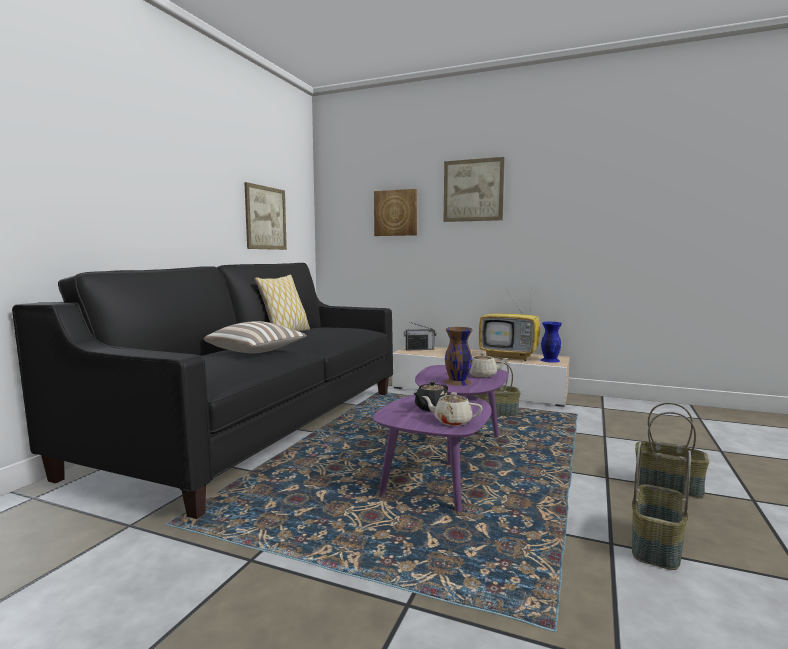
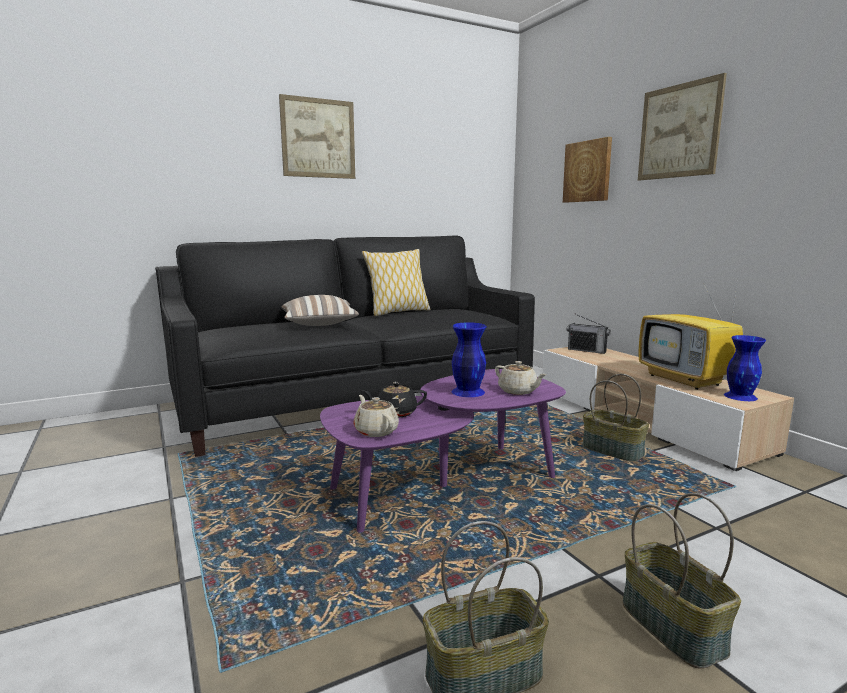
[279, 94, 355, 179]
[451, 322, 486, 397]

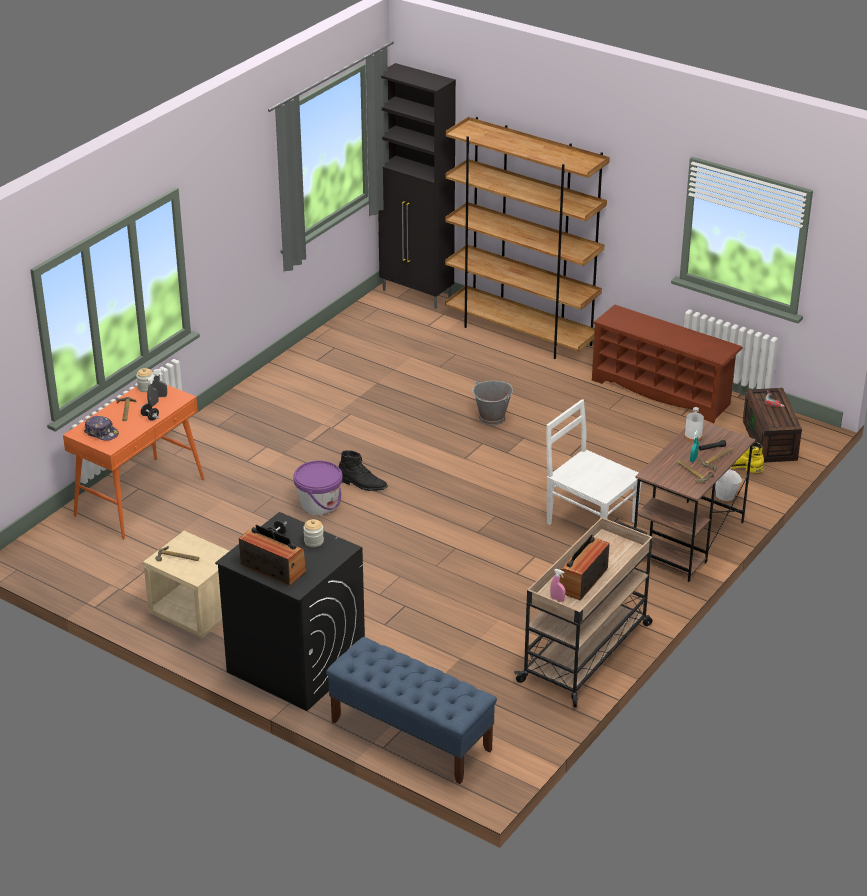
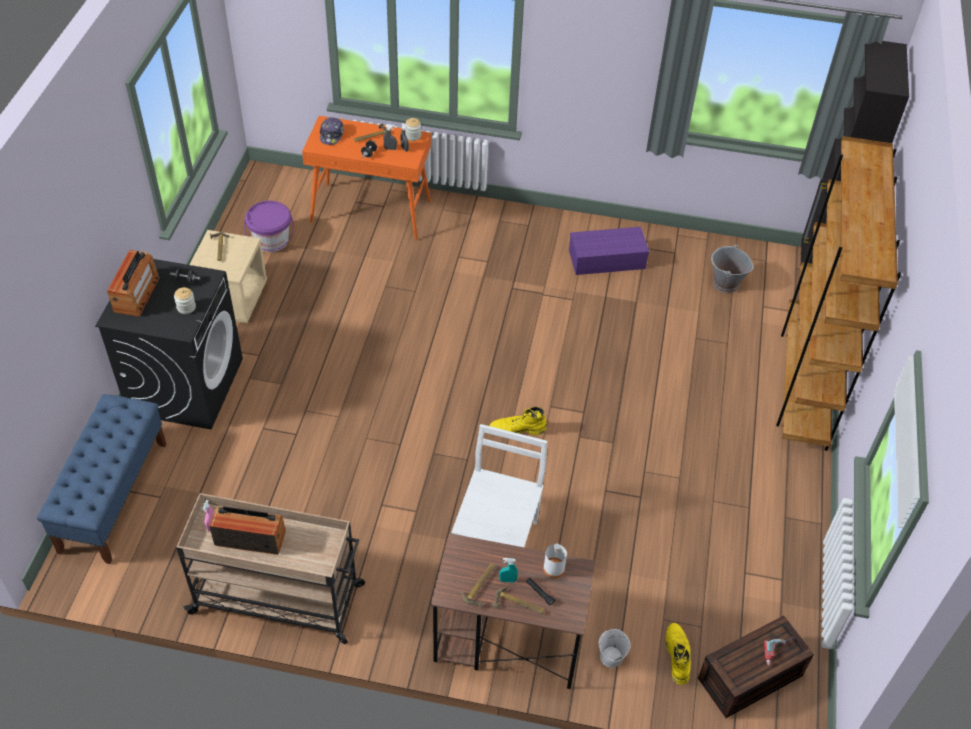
[244, 201, 294, 252]
[338, 450, 388, 491] (first image)
[711, 244, 753, 293]
[592, 305, 743, 423] (first image)
[489, 407, 546, 435]
[569, 227, 649, 275]

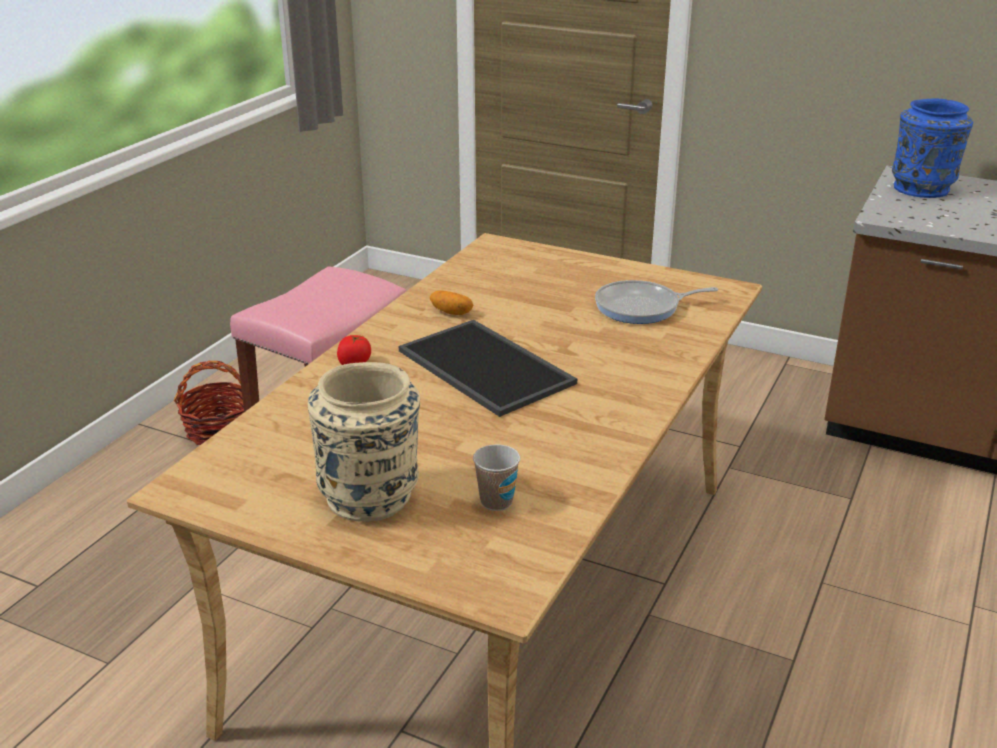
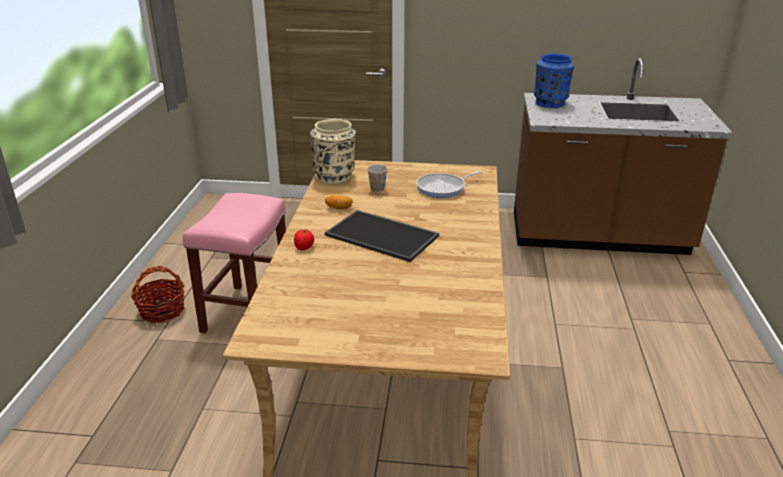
[310, 119, 356, 184]
[367, 165, 387, 192]

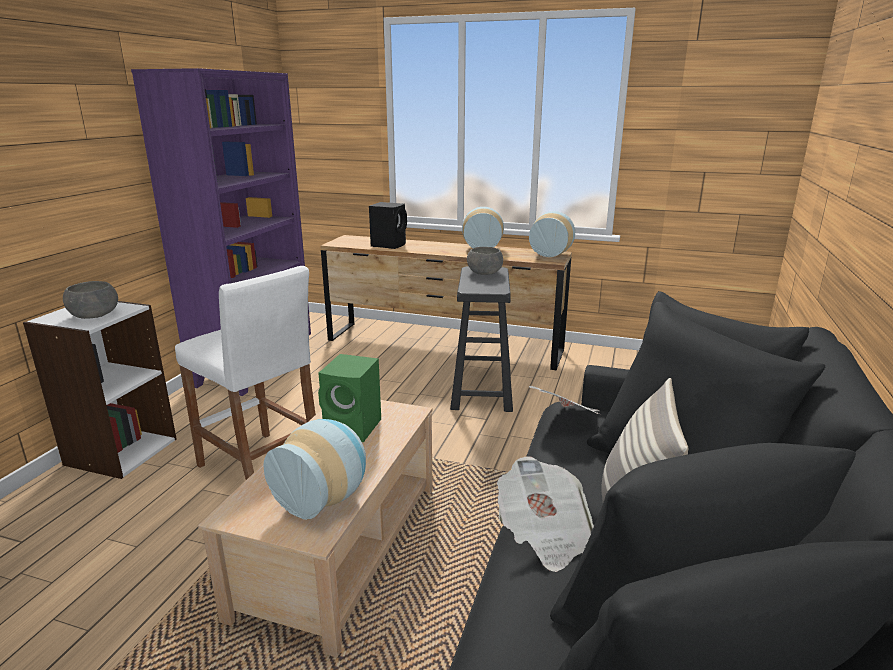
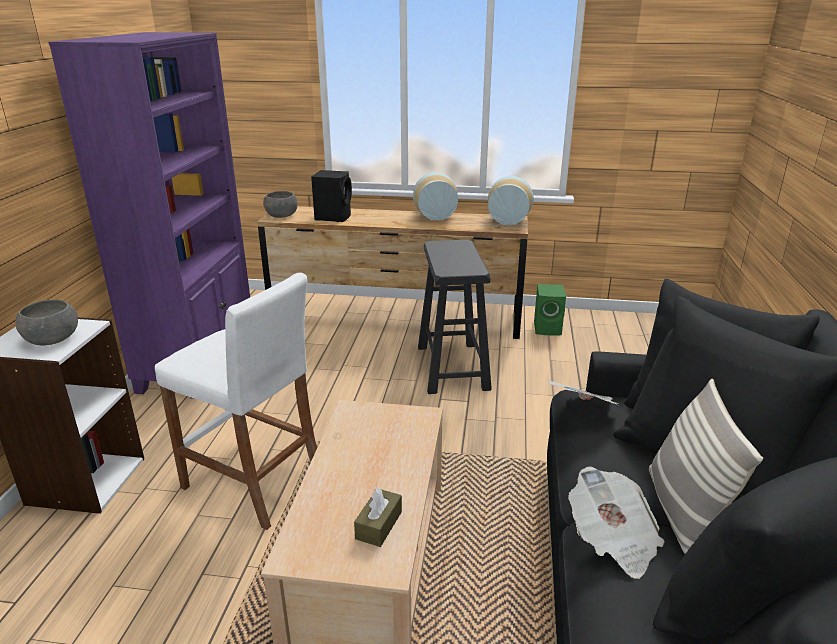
[354, 487, 402, 547]
[534, 284, 566, 336]
[263, 191, 298, 218]

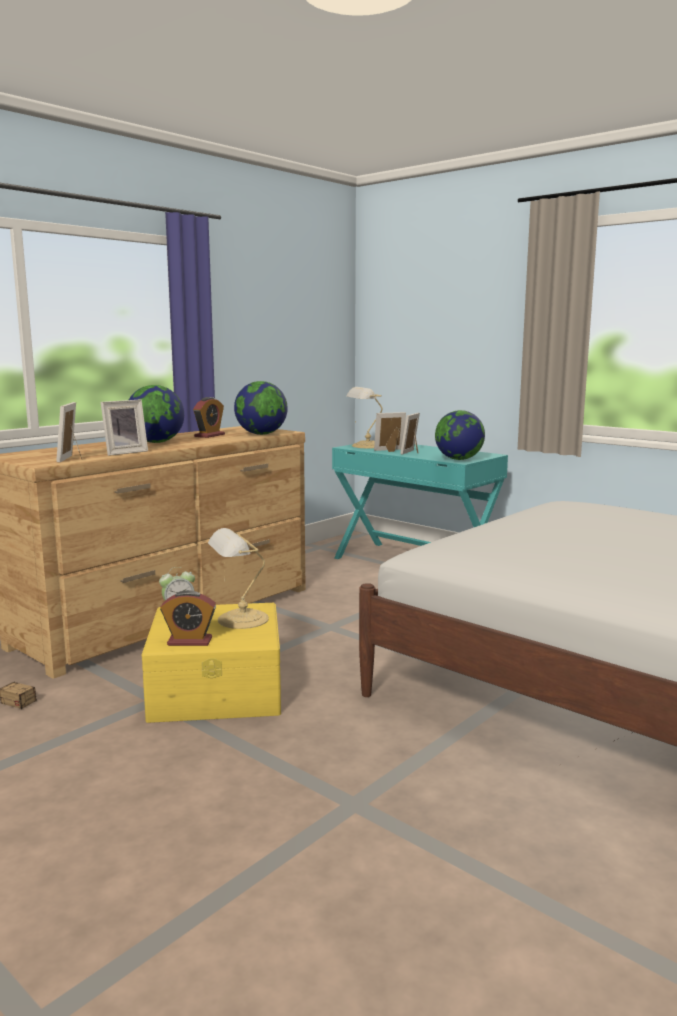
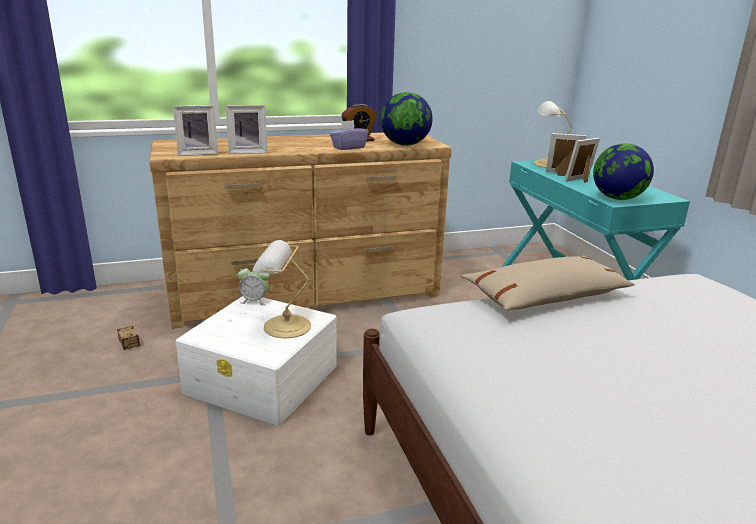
[173, 105, 218, 156]
[129, 385, 184, 443] (first image)
[176, 296, 337, 426]
[160, 590, 216, 646] (first image)
[330, 120, 368, 150]
[461, 255, 635, 310]

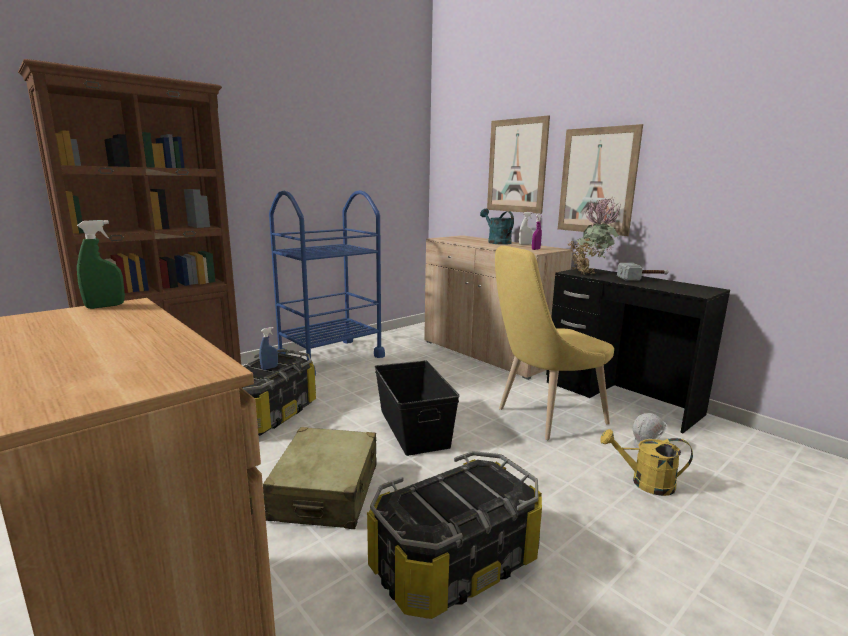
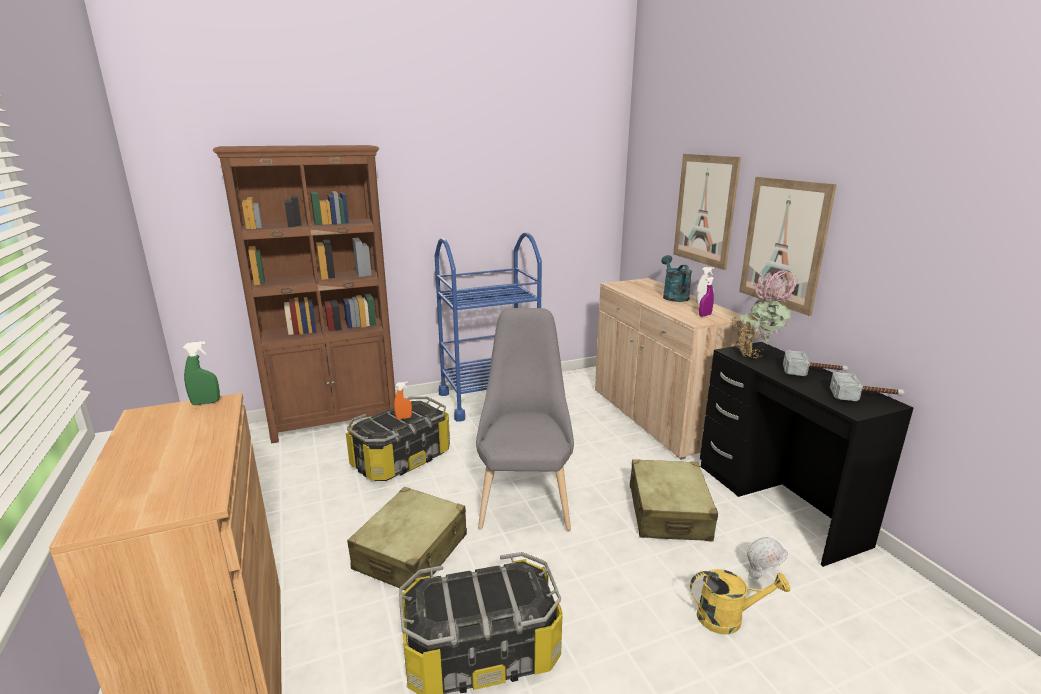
[394, 381, 412, 420]
[476, 308, 574, 531]
[630, 459, 718, 542]
[690, 569, 790, 635]
[830, 372, 905, 401]

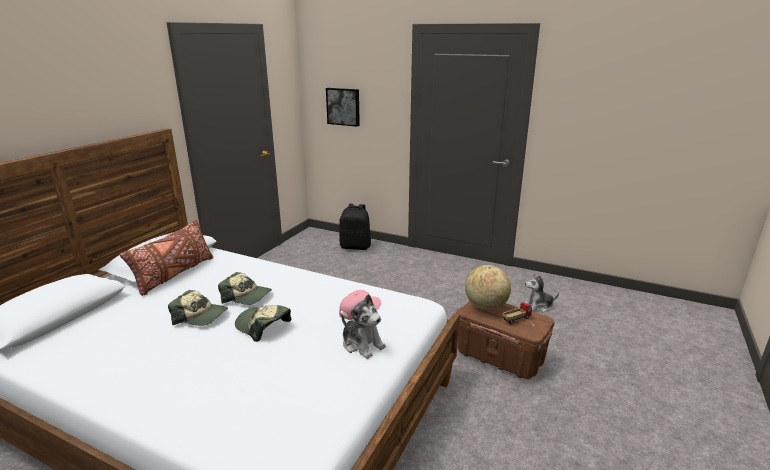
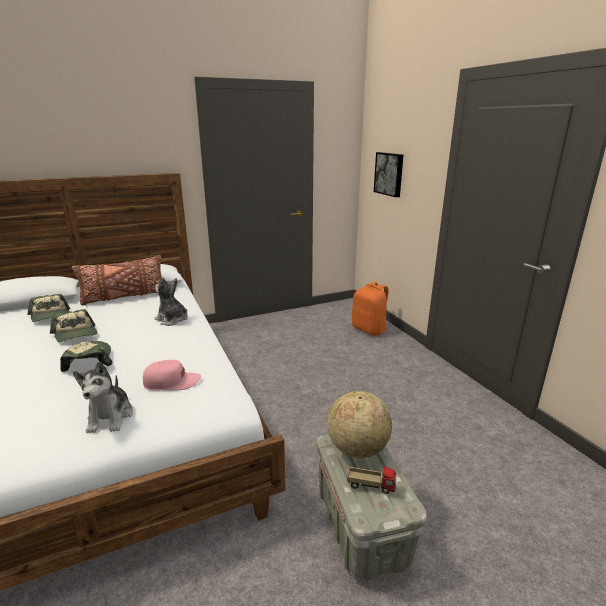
[27, 294, 70, 322]
[352, 282, 389, 336]
[316, 434, 427, 581]
[154, 277, 188, 326]

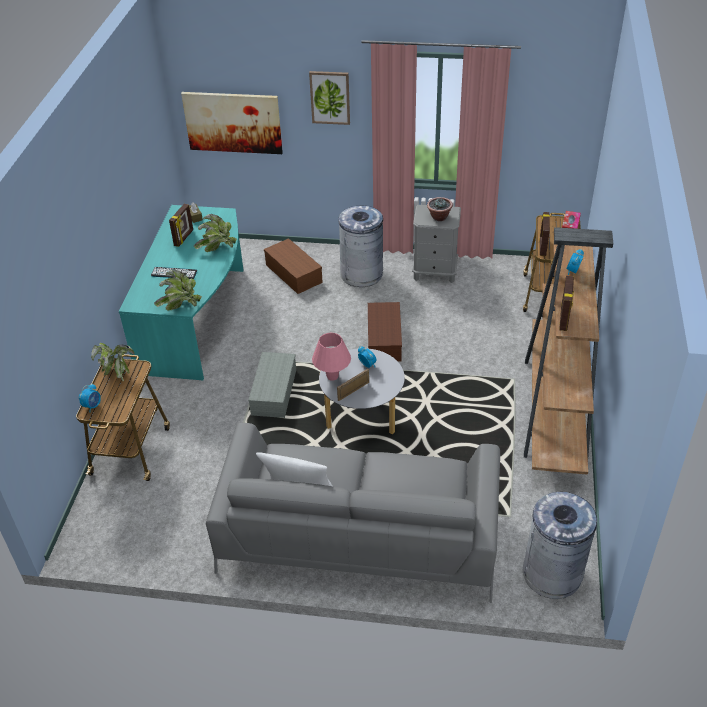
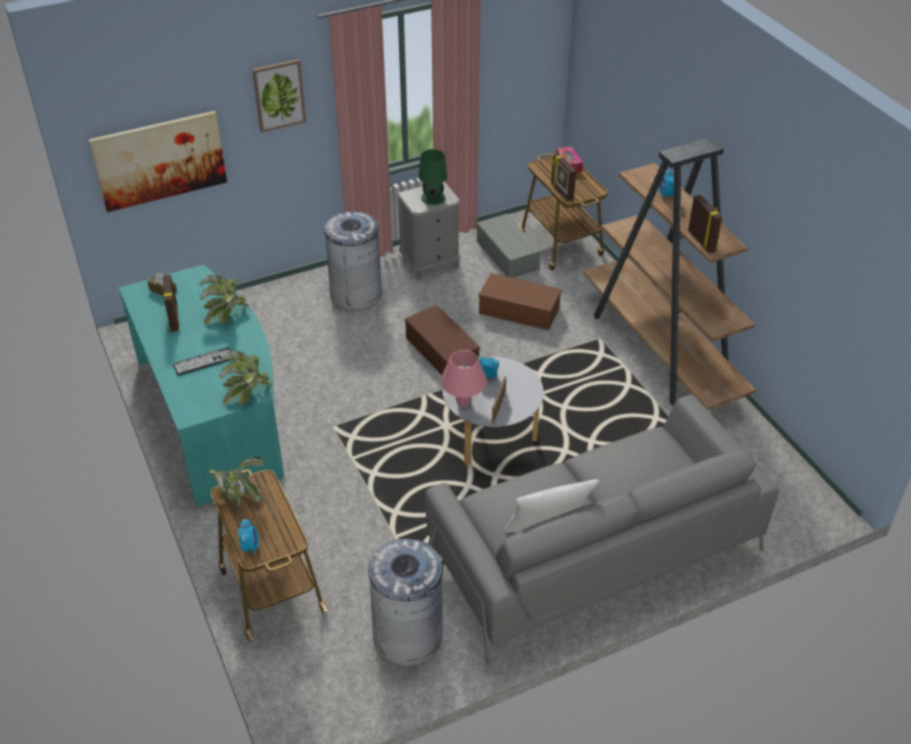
[477, 214, 541, 278]
[479, 273, 562, 330]
[419, 149, 447, 205]
[368, 539, 443, 666]

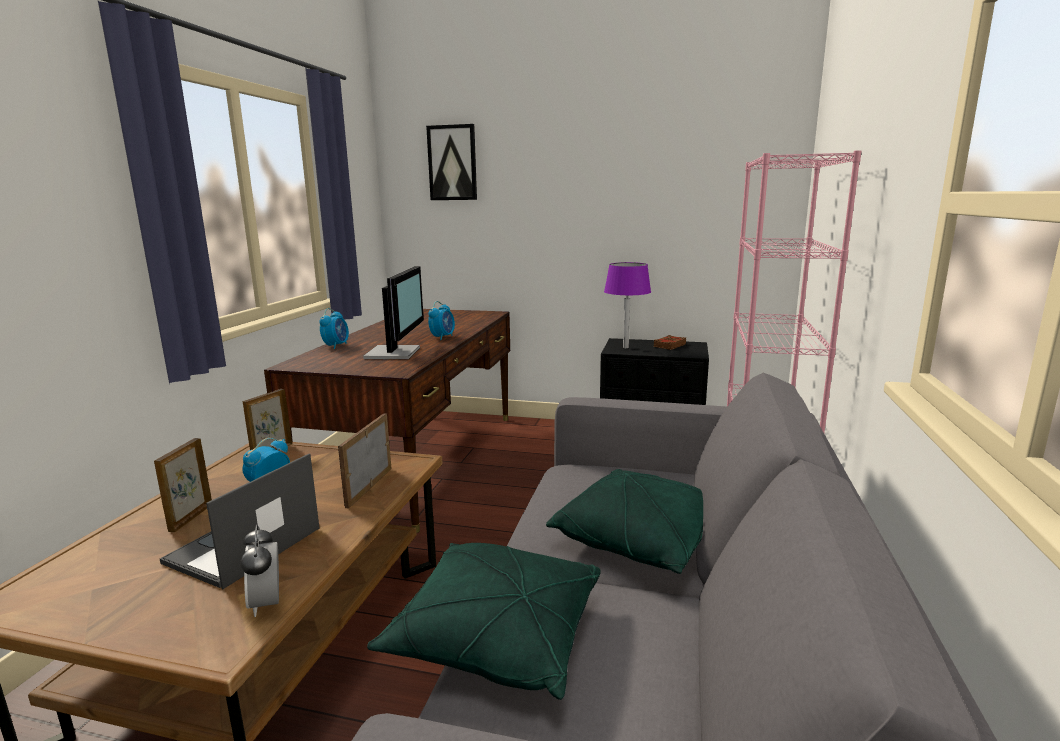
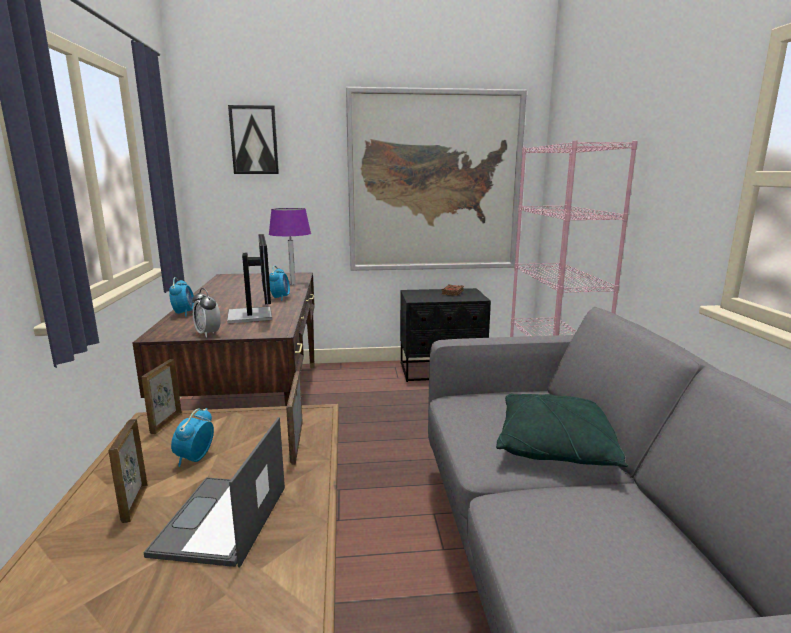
[192, 288, 221, 338]
[367, 543, 601, 700] (first image)
[269, 208, 311, 285]
[346, 87, 527, 271]

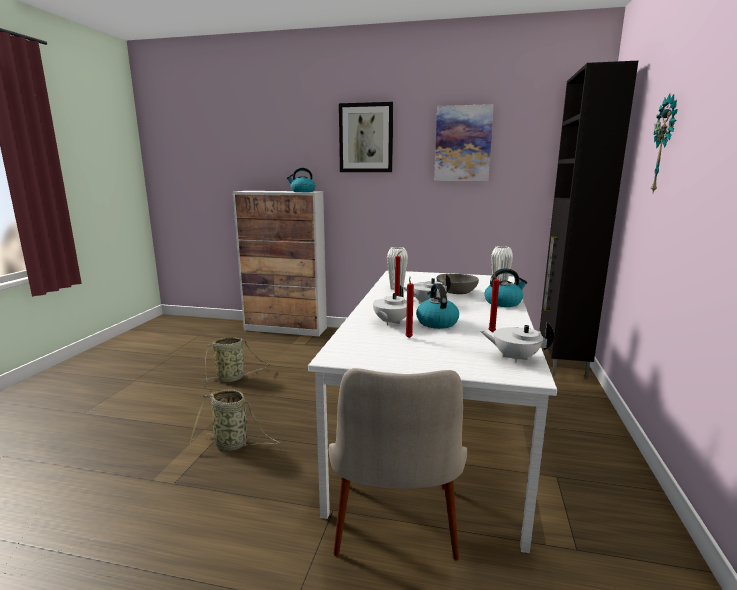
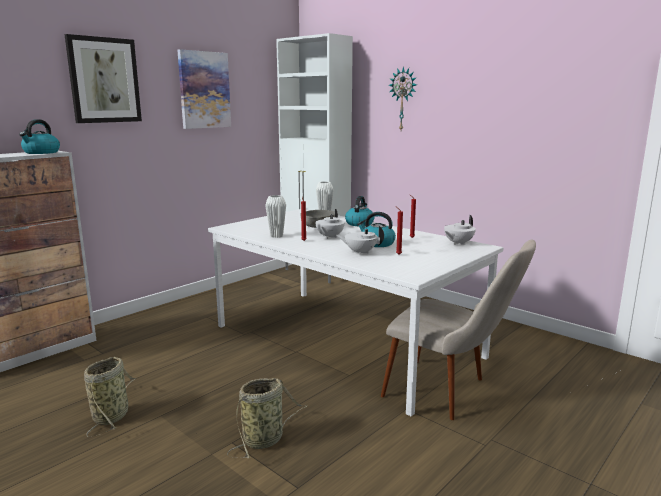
[337, 226, 384, 255]
[276, 33, 353, 283]

